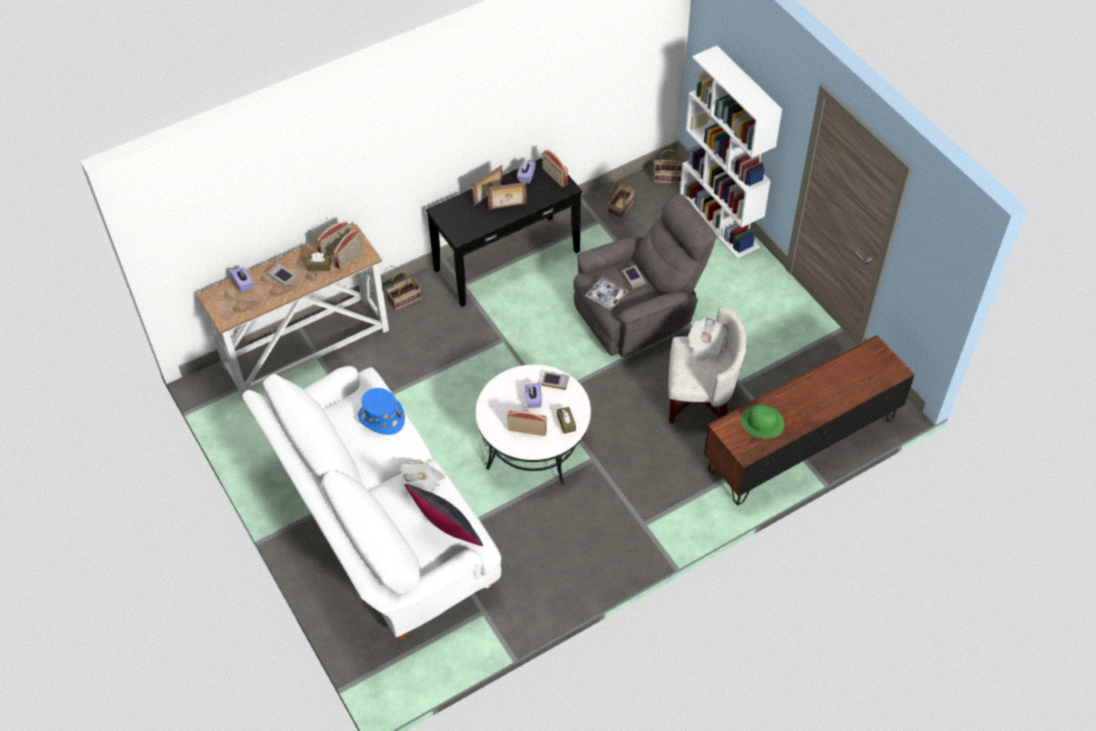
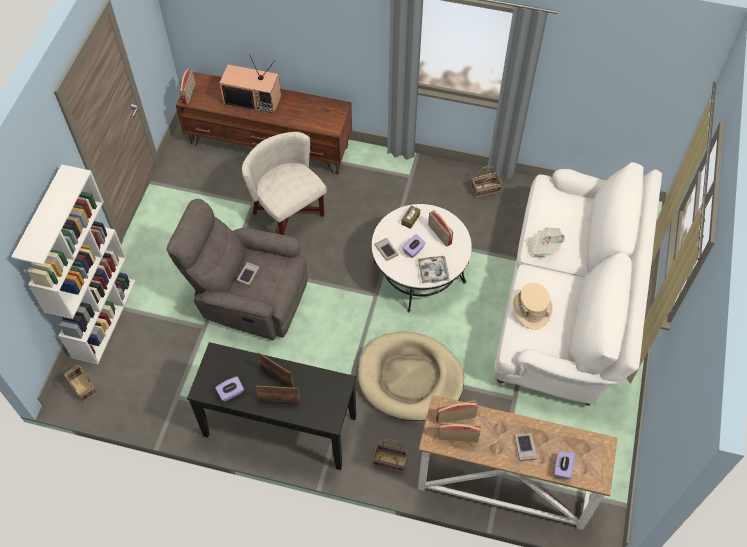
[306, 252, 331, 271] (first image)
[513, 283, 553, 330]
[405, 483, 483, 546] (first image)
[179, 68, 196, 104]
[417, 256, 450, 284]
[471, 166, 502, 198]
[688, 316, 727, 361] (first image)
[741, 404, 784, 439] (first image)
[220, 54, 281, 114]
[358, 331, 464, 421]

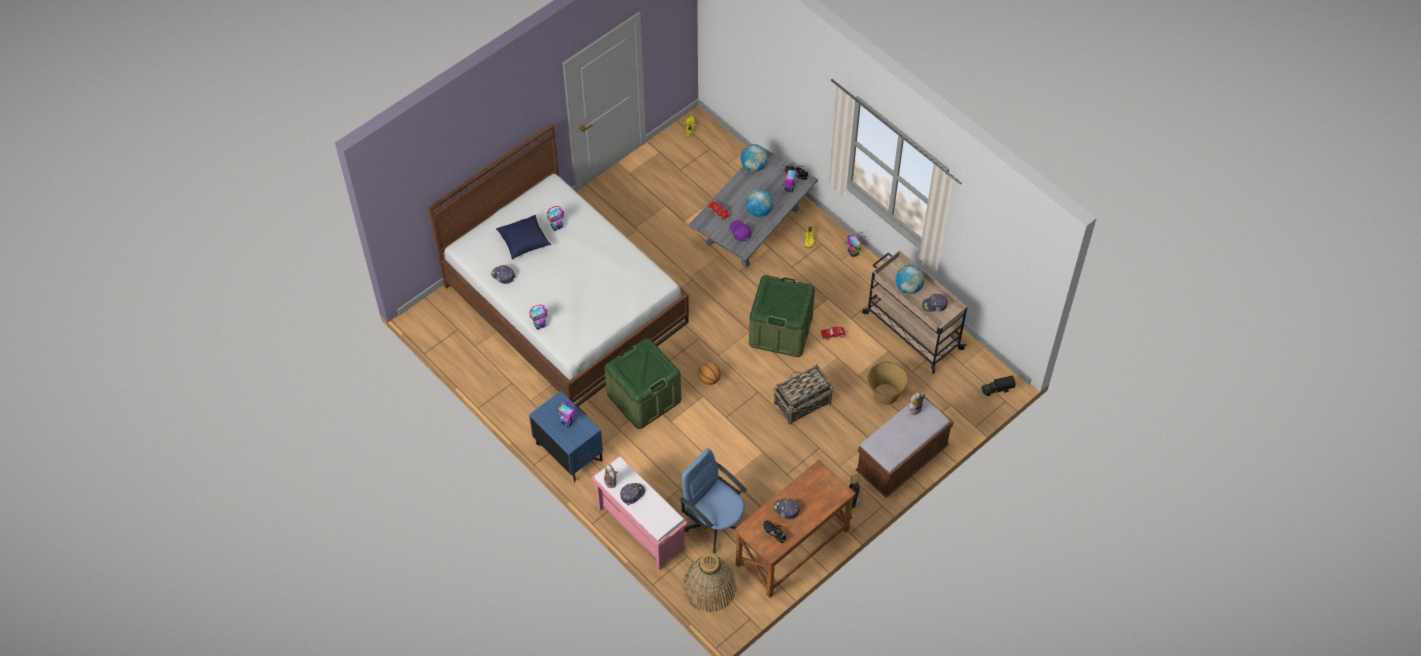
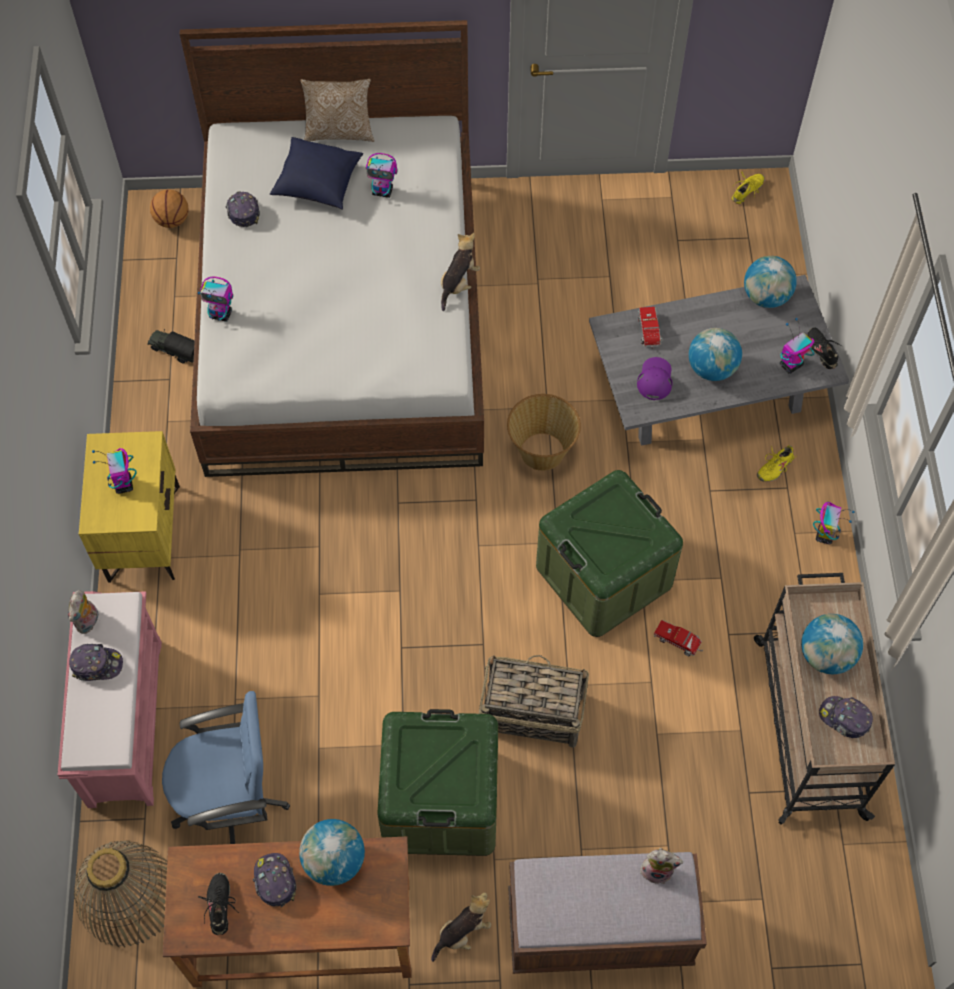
[79, 431, 180, 583]
[377, 709, 498, 856]
[162, 691, 290, 844]
[150, 189, 189, 228]
[507, 394, 581, 471]
[148, 329, 195, 364]
[299, 819, 365, 886]
[300, 79, 374, 142]
[441, 233, 480, 311]

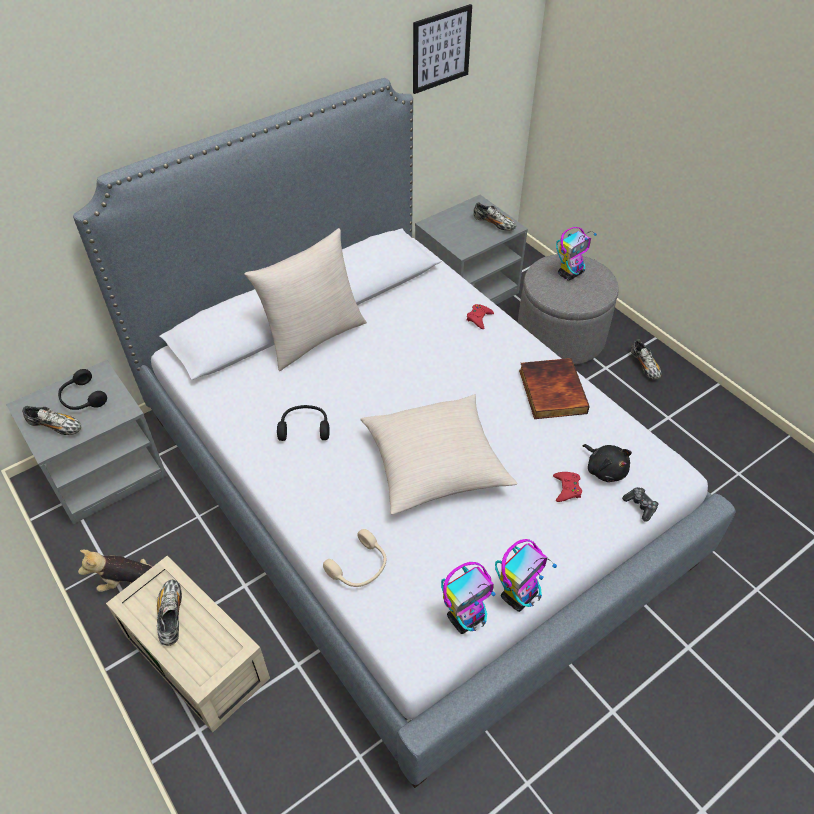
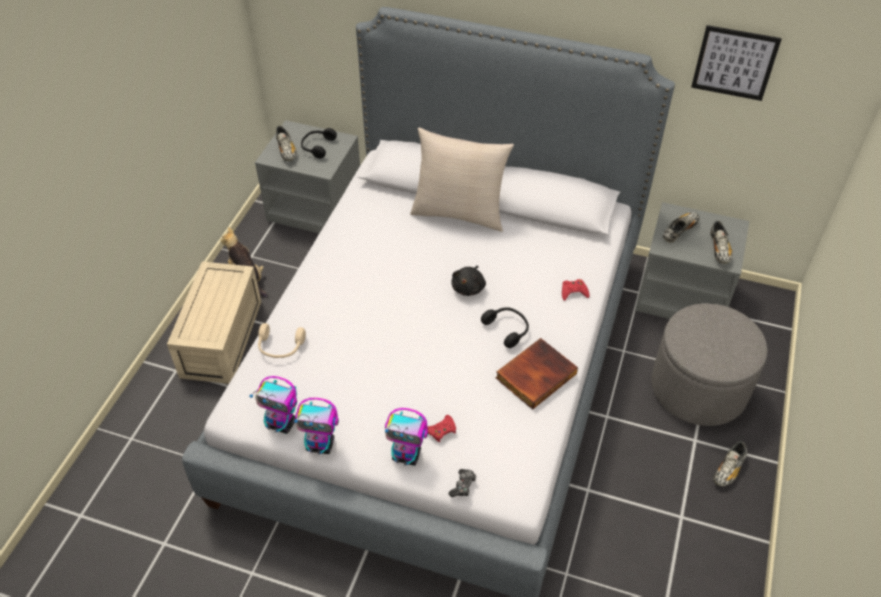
[663, 212, 699, 243]
[481, 307, 529, 348]
[360, 394, 517, 515] (first image)
[385, 408, 428, 466]
[452, 265, 486, 296]

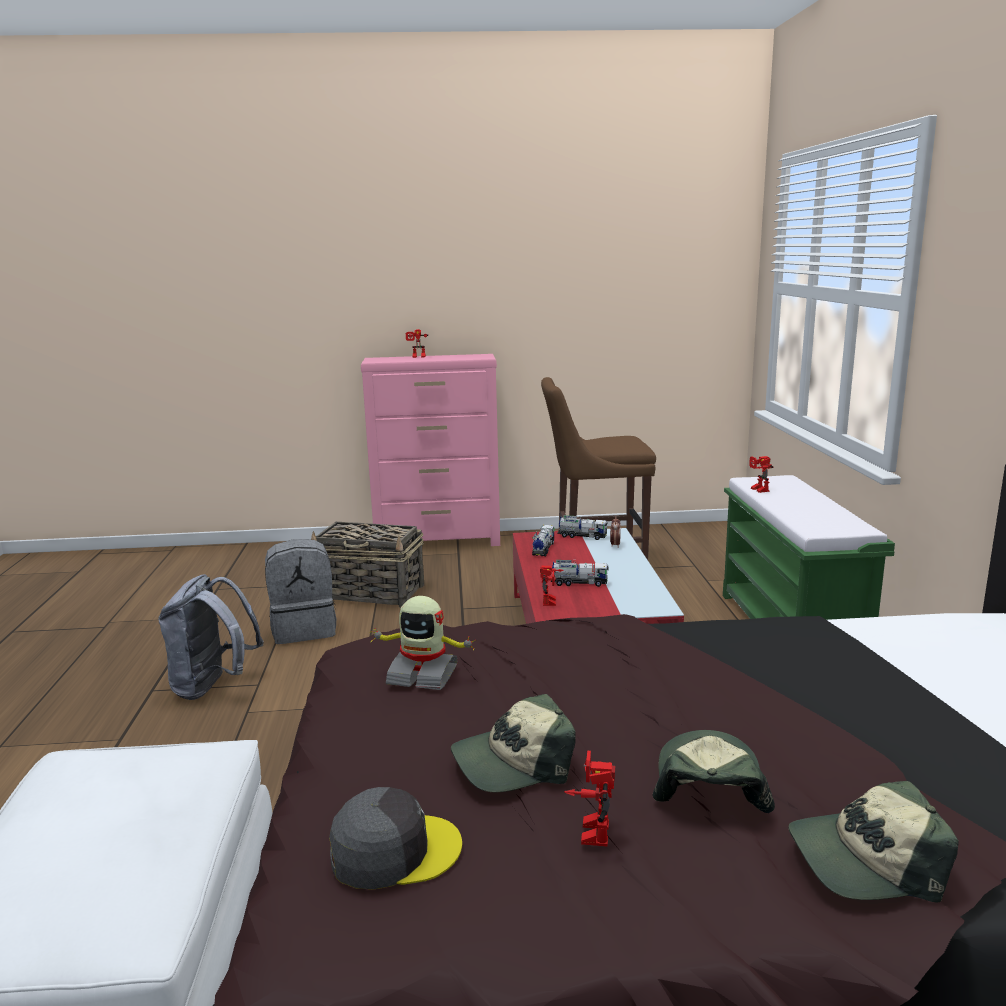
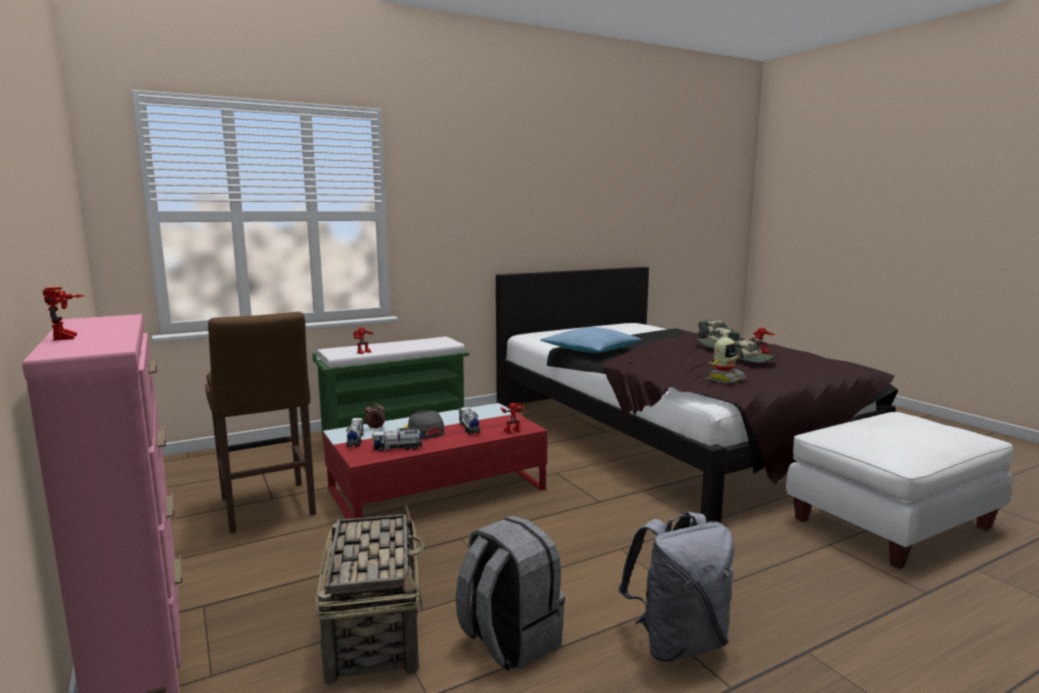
[403, 410, 445, 439]
[704, 337, 746, 383]
[540, 327, 642, 353]

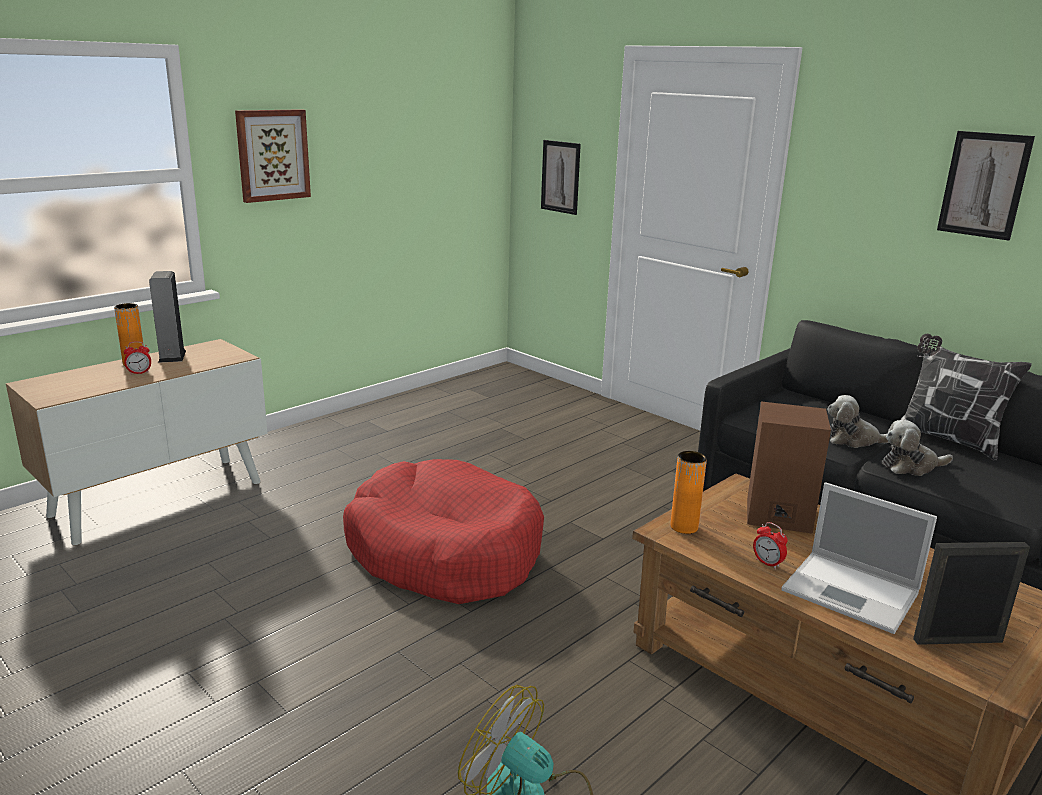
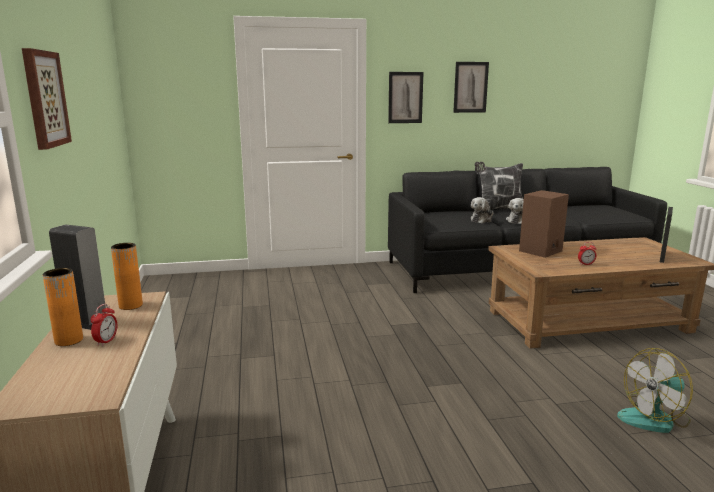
[343, 459, 544, 604] (first image)
[388, 72, 424, 123]
[111, 243, 143, 310]
[781, 482, 937, 634] (first image)

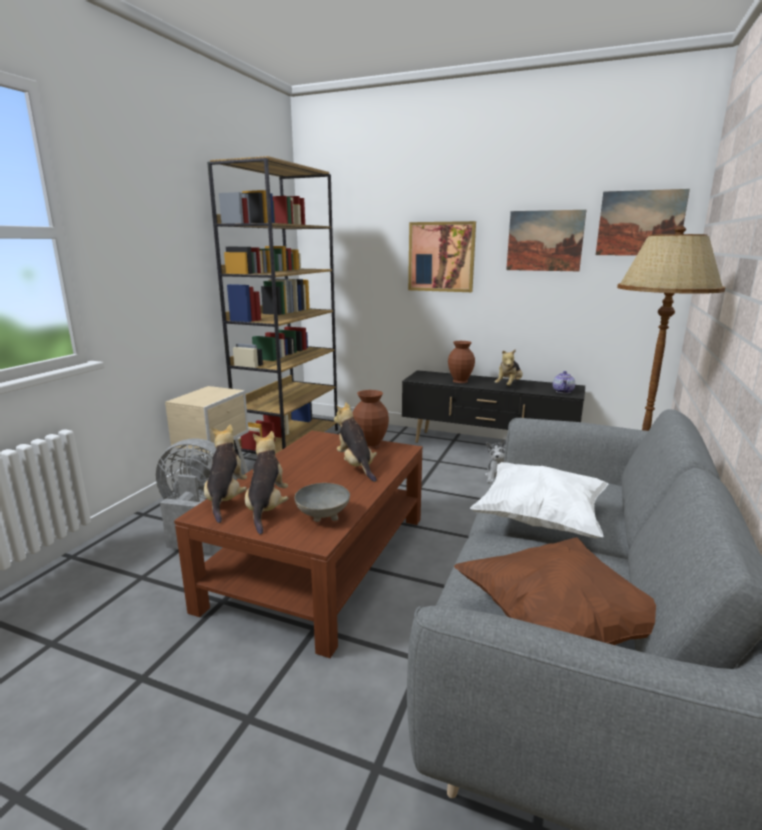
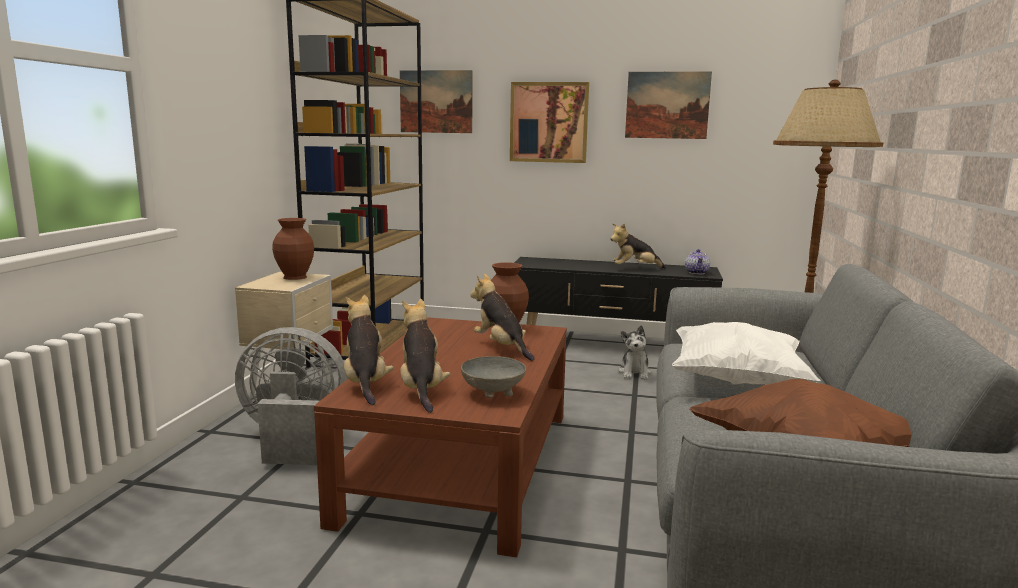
[272, 218, 314, 280]
[610, 223, 666, 268]
[400, 70, 473, 133]

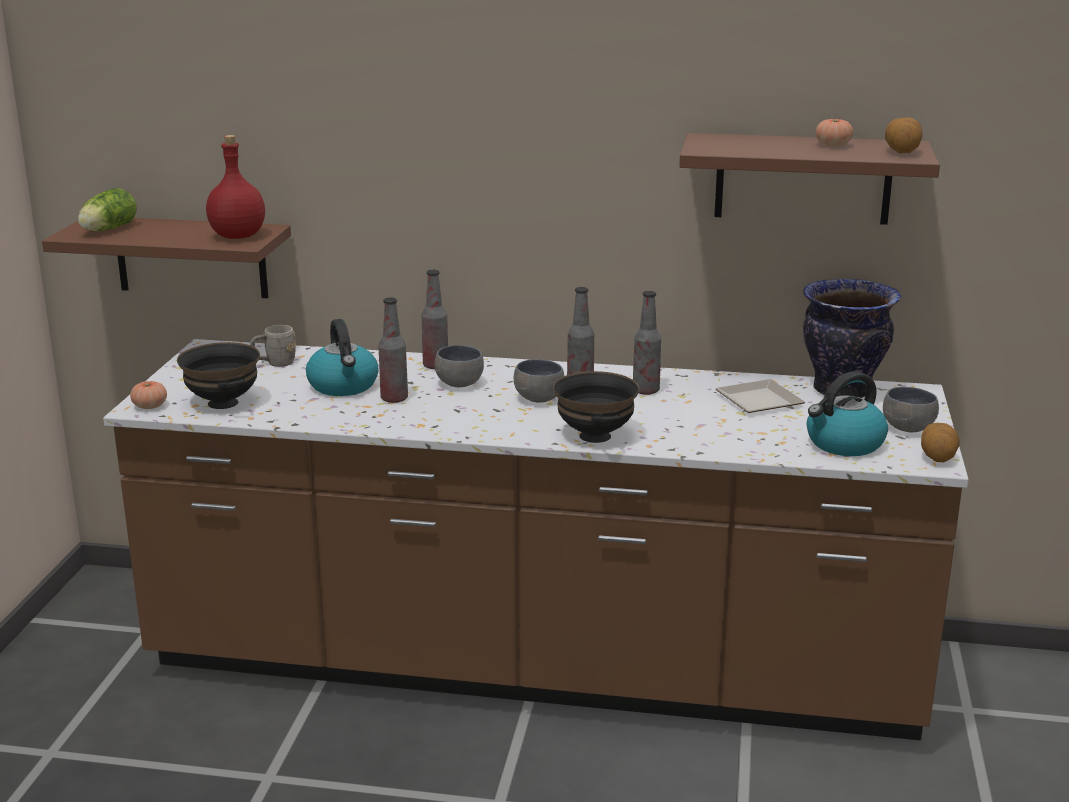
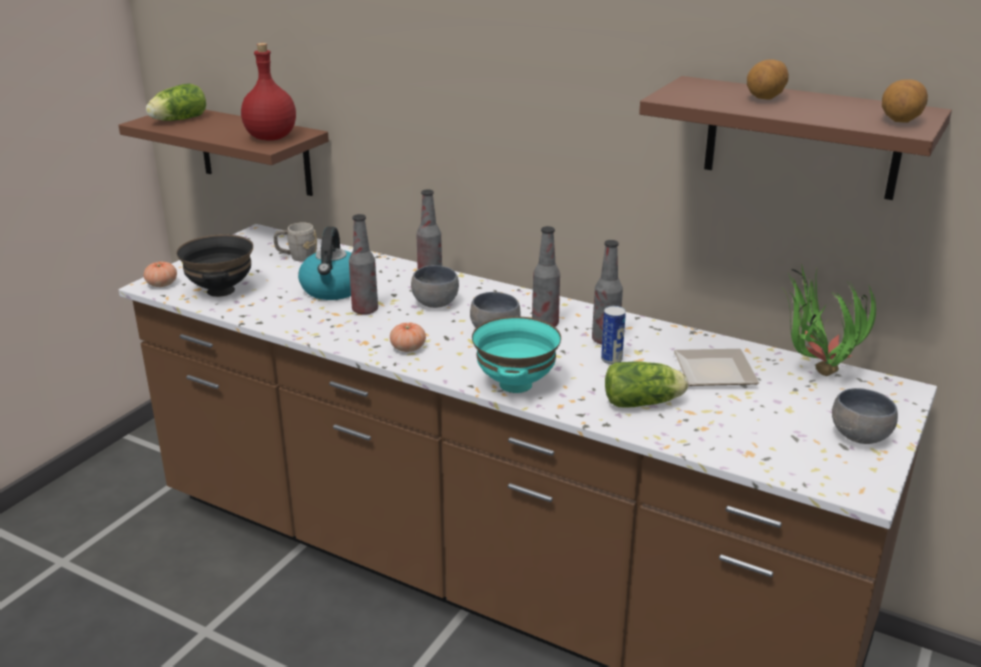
[472, 316, 561, 393]
[782, 263, 876, 376]
[807, 371, 888, 456] (first image)
[390, 323, 426, 352]
[747, 59, 789, 100]
[601, 306, 626, 364]
[605, 362, 688, 408]

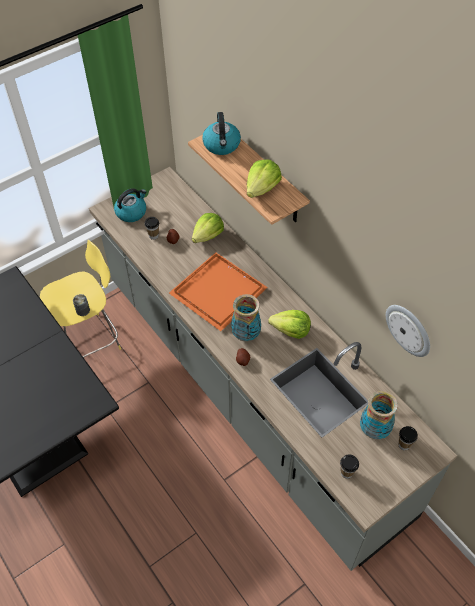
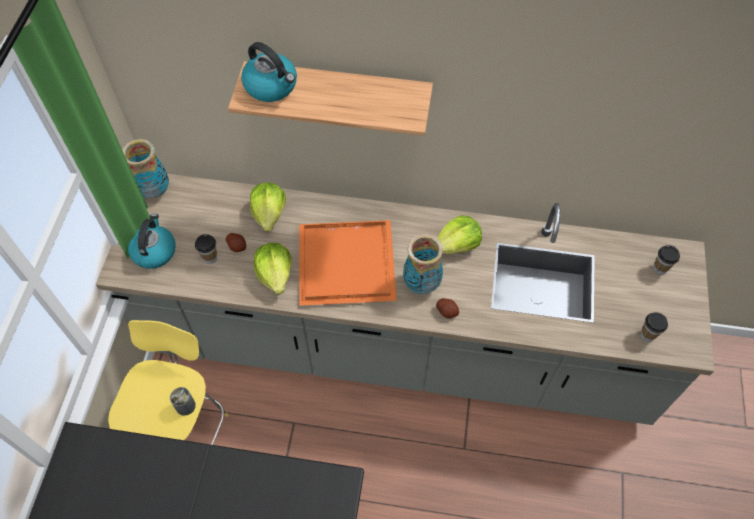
[254, 243, 291, 294]
[123, 139, 169, 199]
[386, 305, 430, 357] (first image)

